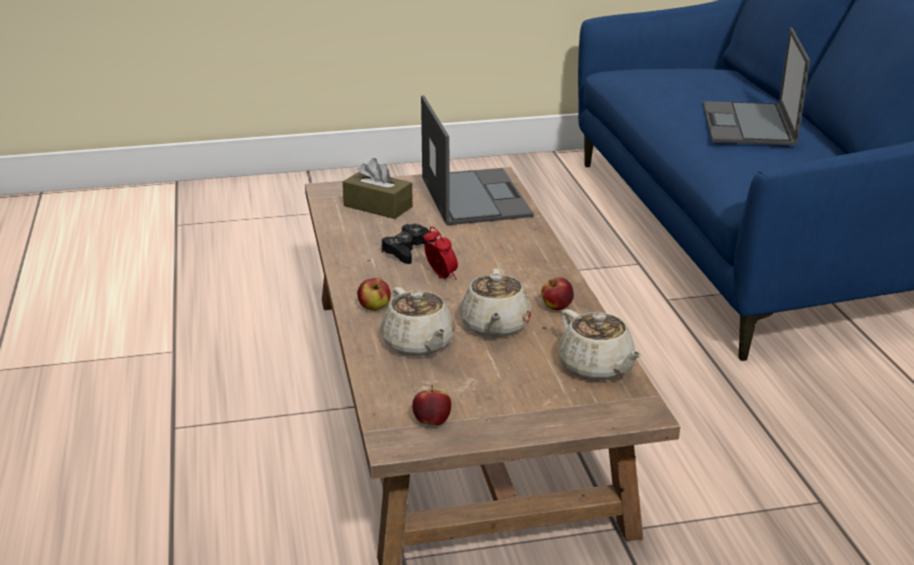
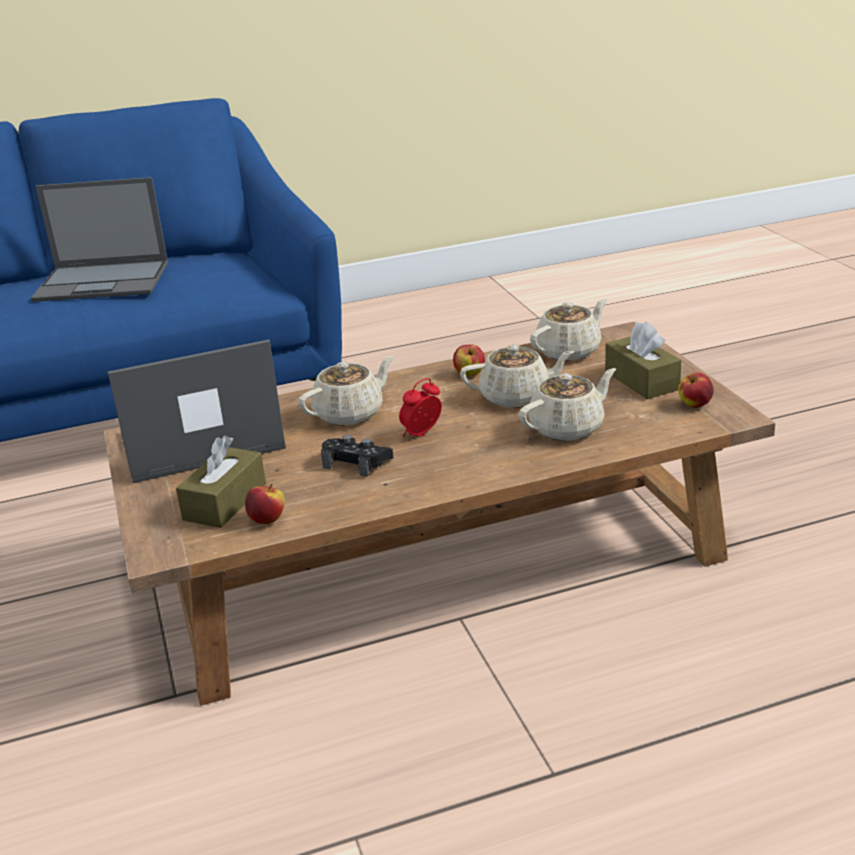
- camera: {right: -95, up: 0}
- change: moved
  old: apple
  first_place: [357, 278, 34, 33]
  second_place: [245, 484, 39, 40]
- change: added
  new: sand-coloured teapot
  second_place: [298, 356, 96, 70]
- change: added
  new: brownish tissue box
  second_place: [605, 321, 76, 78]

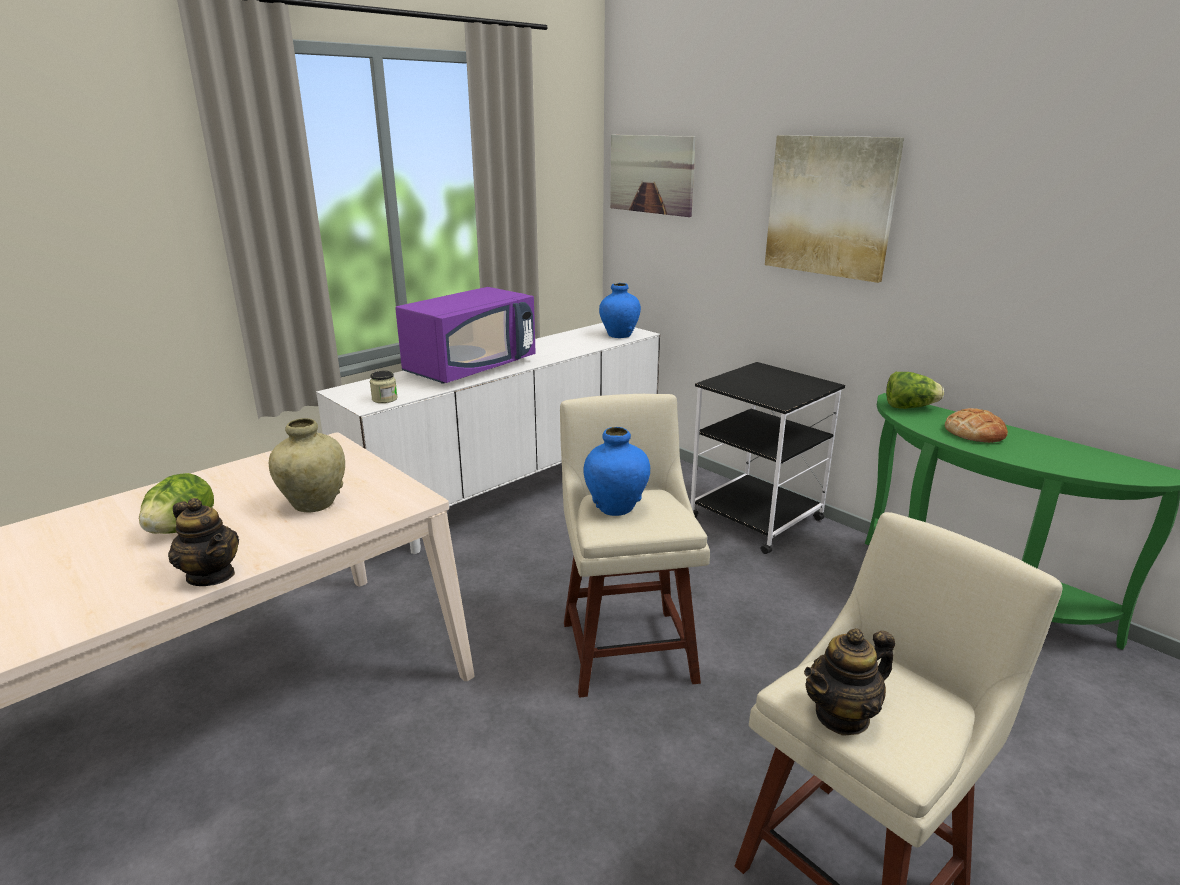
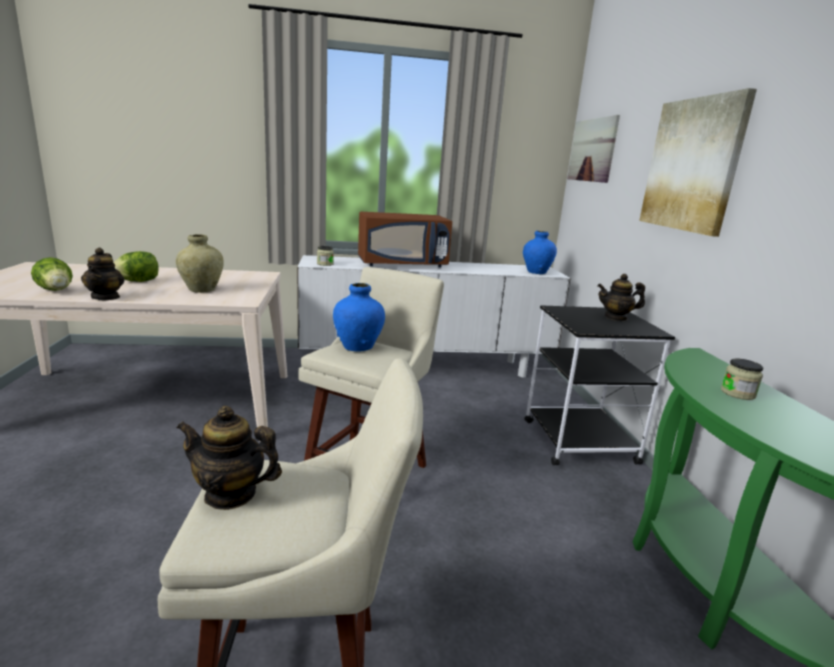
- camera: {right: 35, up: -5}
- change: recoloured
  old: purple kitchen microwave
  new: brownish kitchen microwave
  first_place: [395, 287, 141, 97]
  second_place: [358, 212, 94, 55]
- change: moved
  old: head of lettuce
  first_place: [886, 372, 58, 37]
  second_place: [31, 257, 42, 34]
- change: replaced
  old: baked bread
  new: jar
  first_place: [945, 408, 63, 35]
  second_place: [721, 358, 42, 42]
- change: added
  new: teapot
  second_place: [597, 274, 48, 47]

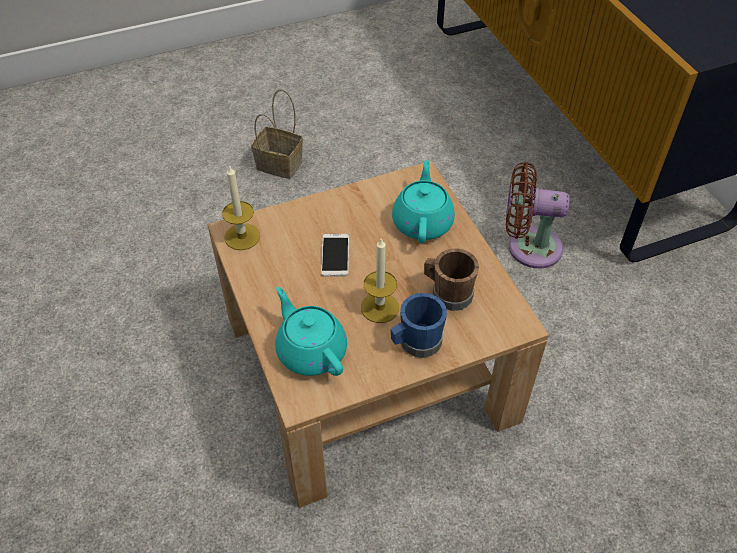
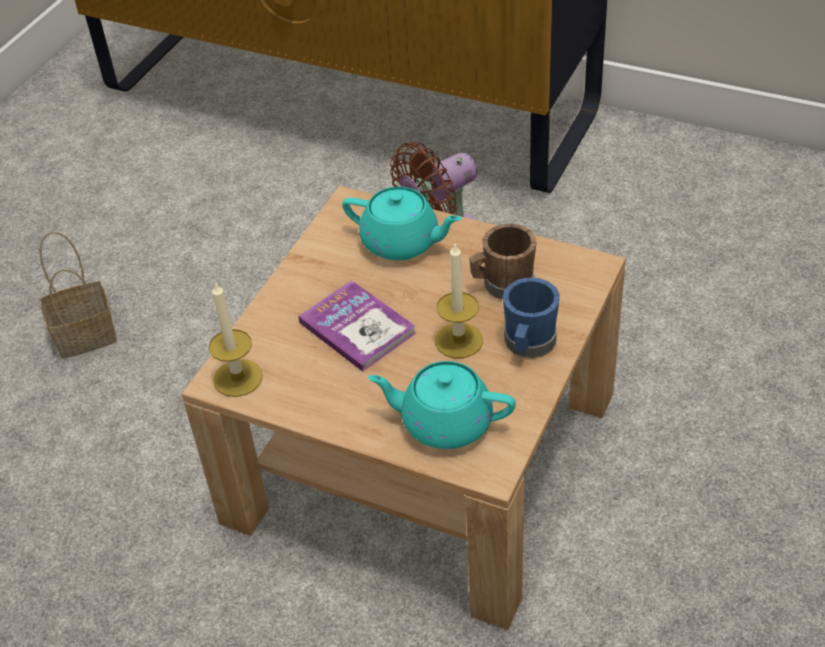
- camera: {right: -40, up: -5}
- change: replaced
  old: telephone
  new: volume
  first_place: [321, 234, 28, 43]
  second_place: [298, 280, 118, 92]
- change: turned
  old: turquoise-coloured teapot
  first_place: [392, 160, 63, 83]
  second_place: [342, 187, 120, 73]
  degrees: 150

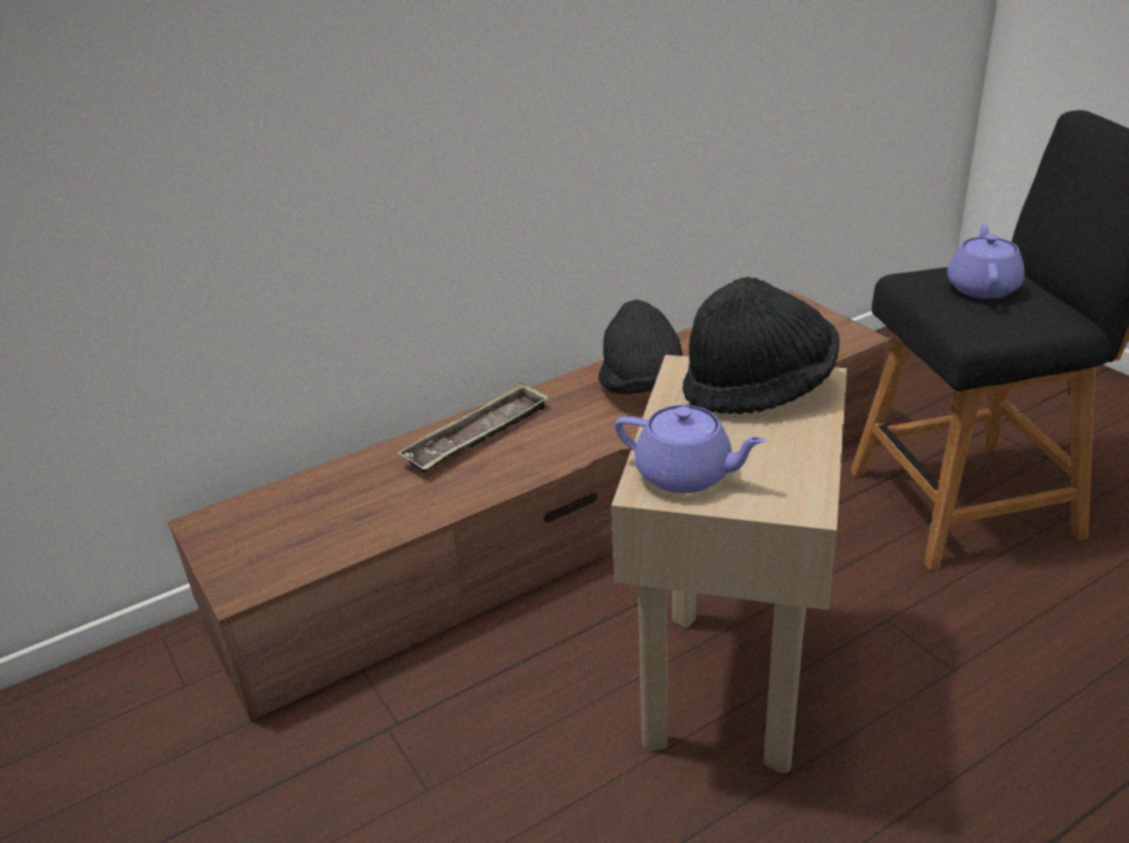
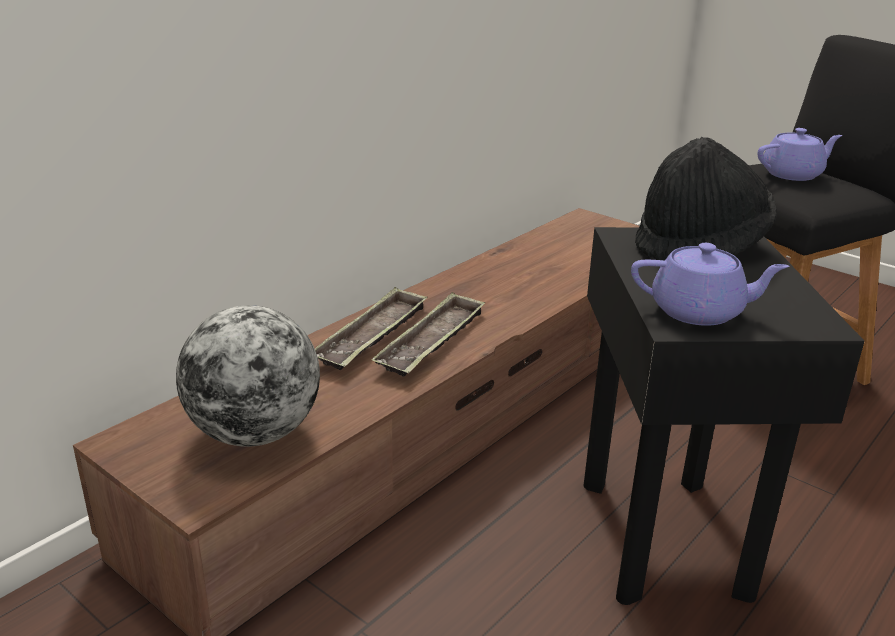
- camera: {right: -20, up: -5}
- change: removed
  old: blackish wearable hat
  first_place: [598, 300, 85, 94]
- change: recoloured
  old: sand-coloured side table
  new: blackish side table
  first_place: [611, 355, 236, 418]
  second_place: [584, 227, 281, 378]
- change: turned
  old: purple teapot
  first_place: [947, 223, 78, 76]
  second_place: [758, 128, 84, 53]
  degrees: 75
- change: added
  new: world globe
  second_place: [176, 305, 144, 142]
- change: added
  new: tray
  second_place: [371, 292, 114, 85]

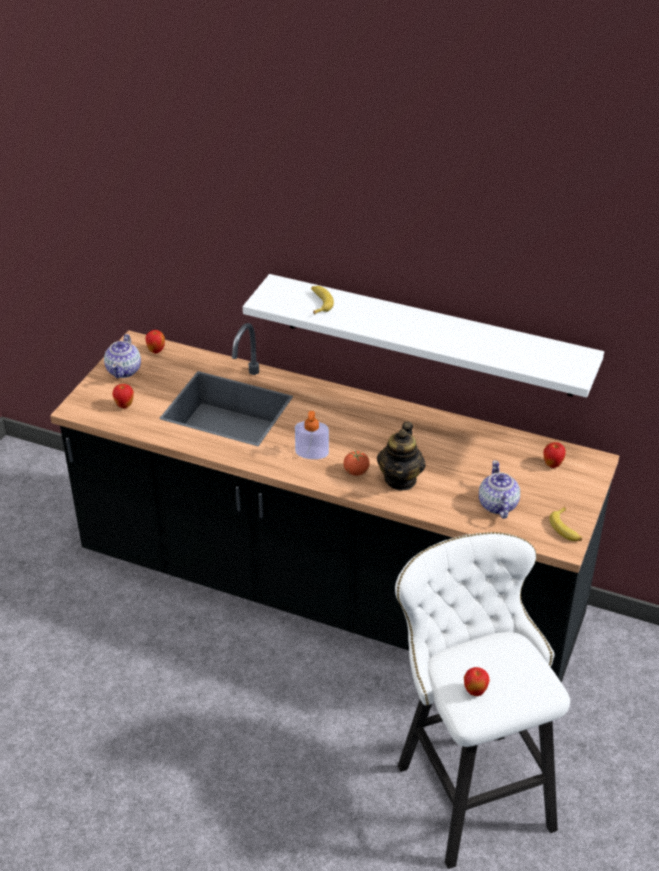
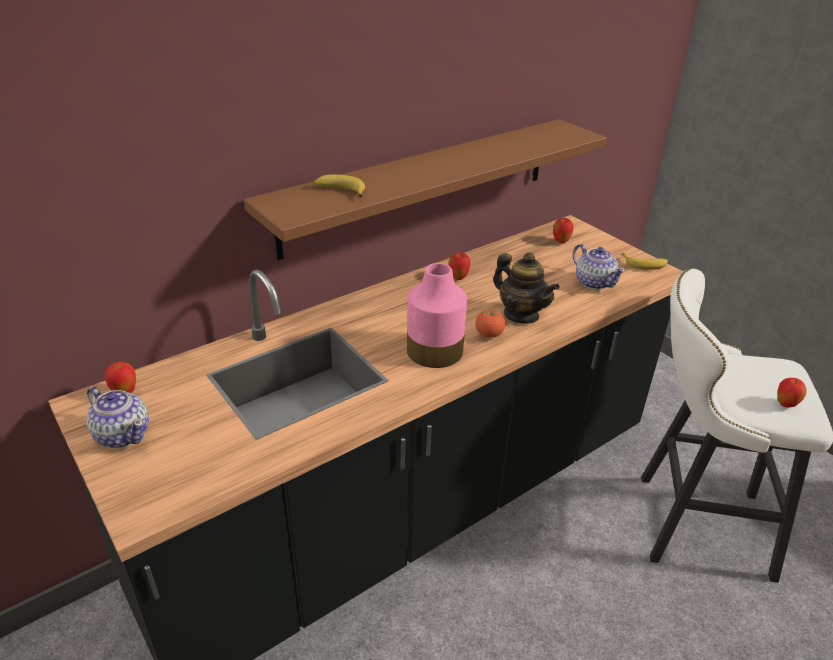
- camera: {right: -60, up: -5}
- change: moved
  old: apple
  first_place: [112, 384, 22, 24]
  second_place: [448, 252, 23, 28]
- change: recoloured
  old: whitish bracket shelf
  new: brownish bracket shelf
  first_place: [243, 274, 361, 124]
  second_place: [244, 119, 363, 141]
- change: replaced
  old: soap dispenser
  new: pink flower vase
  first_place: [295, 411, 34, 48]
  second_place: [407, 263, 60, 105]
- change: turned
  old: teapot
  first_place: [479, 460, 41, 59]
  second_place: [573, 244, 53, 46]
  degrees: -150

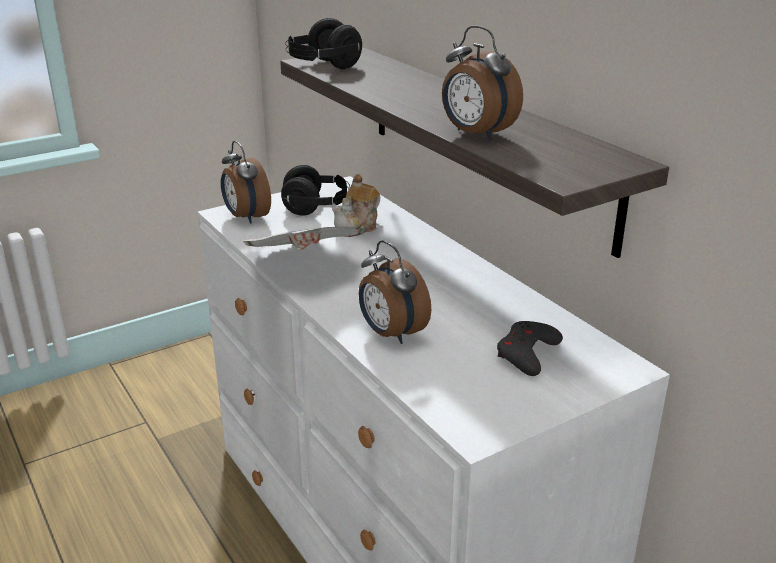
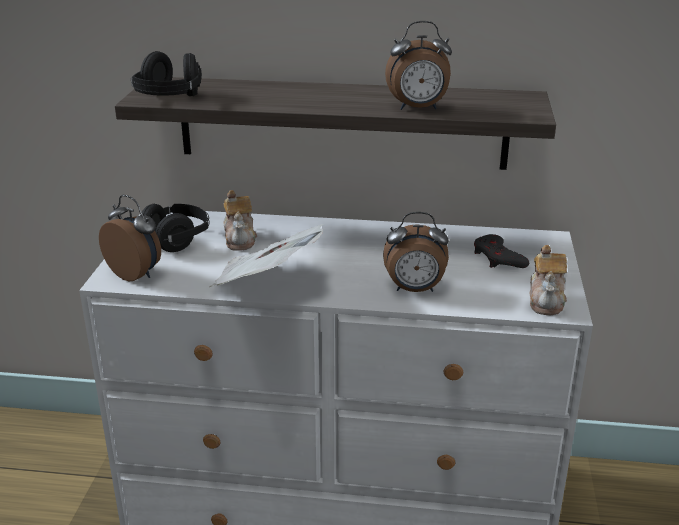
- camera: {right: -50, up: 0}
- change: turned
  old: table clock
  first_place: [221, 141, 50, 83]
  second_place: [99, 195, 62, 86]
  degrees: -150
- change: added
  new: teapot
  second_place: [530, 245, 37, 70]

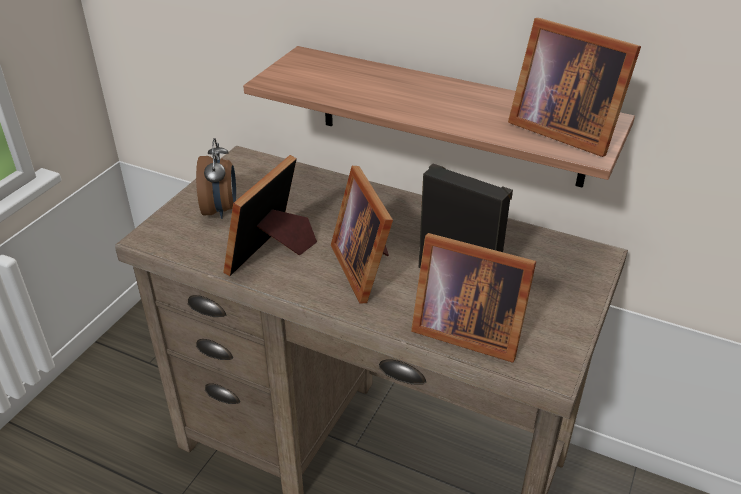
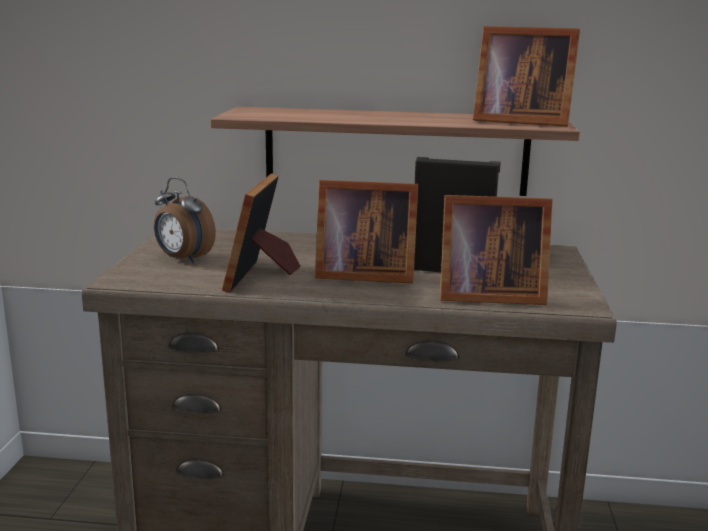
- camera: {right: -20, up: -20}
- change: turned
  old: table clock
  first_place: [196, 138, 40, 81]
  second_place: [154, 177, 62, 86]
  degrees: 150
- change: turned
  old: photo frame
  first_place: [331, 166, 62, 137]
  second_place: [315, 180, 103, 104]
  degrees: -45

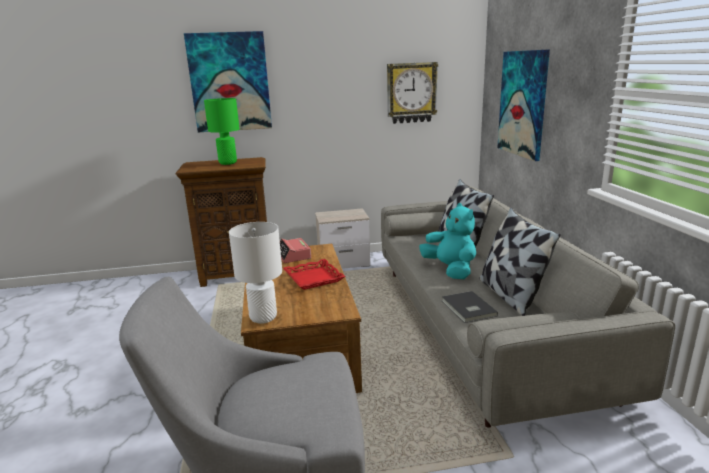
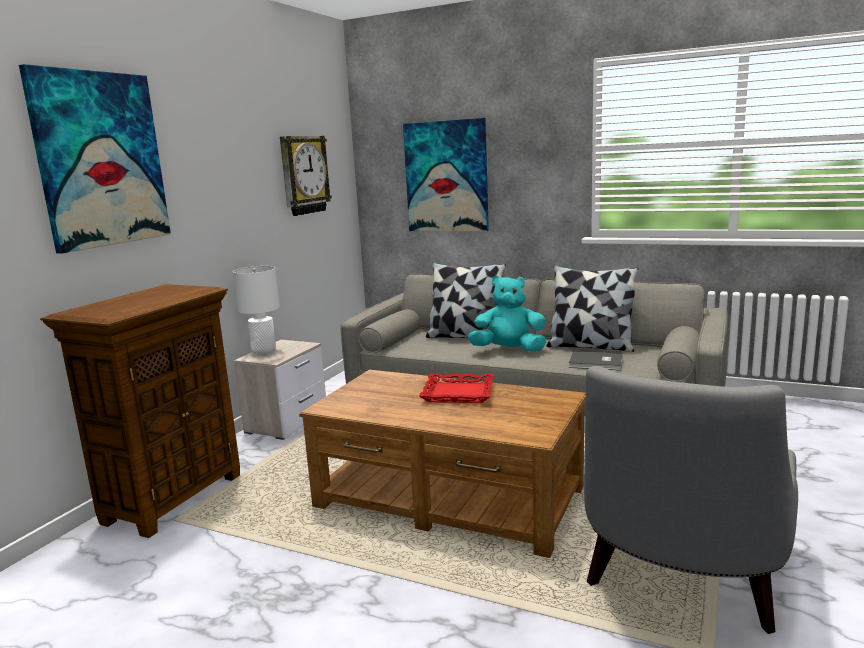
- camera: {right: -55, up: -5}
- change: removed
  old: greenish table lamp
  first_place: [204, 98, 36, 67]
- change: moved
  old: whitish table lamp
  first_place: [229, 222, 53, 102]
  second_place: [233, 266, 47, 88]
- change: removed
  old: table clock
  first_place: [280, 238, 31, 25]

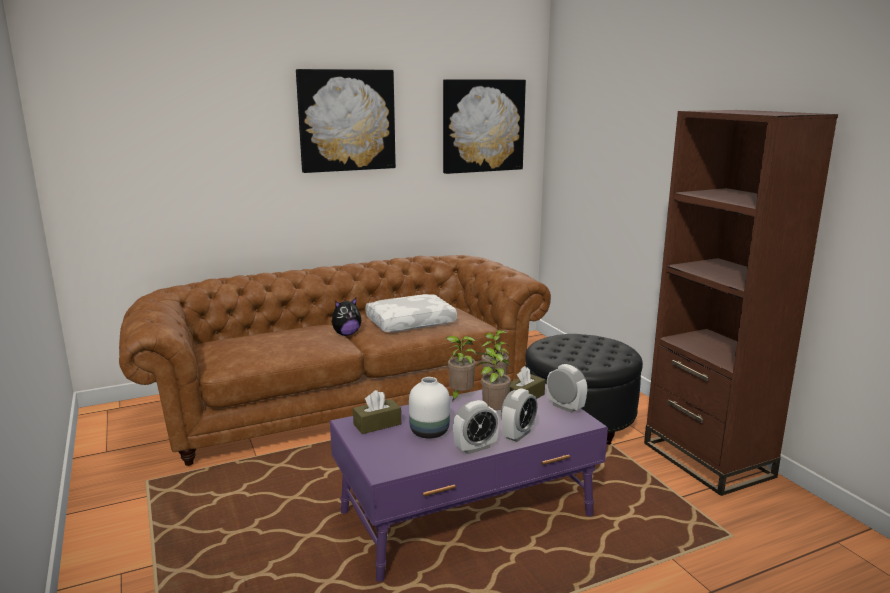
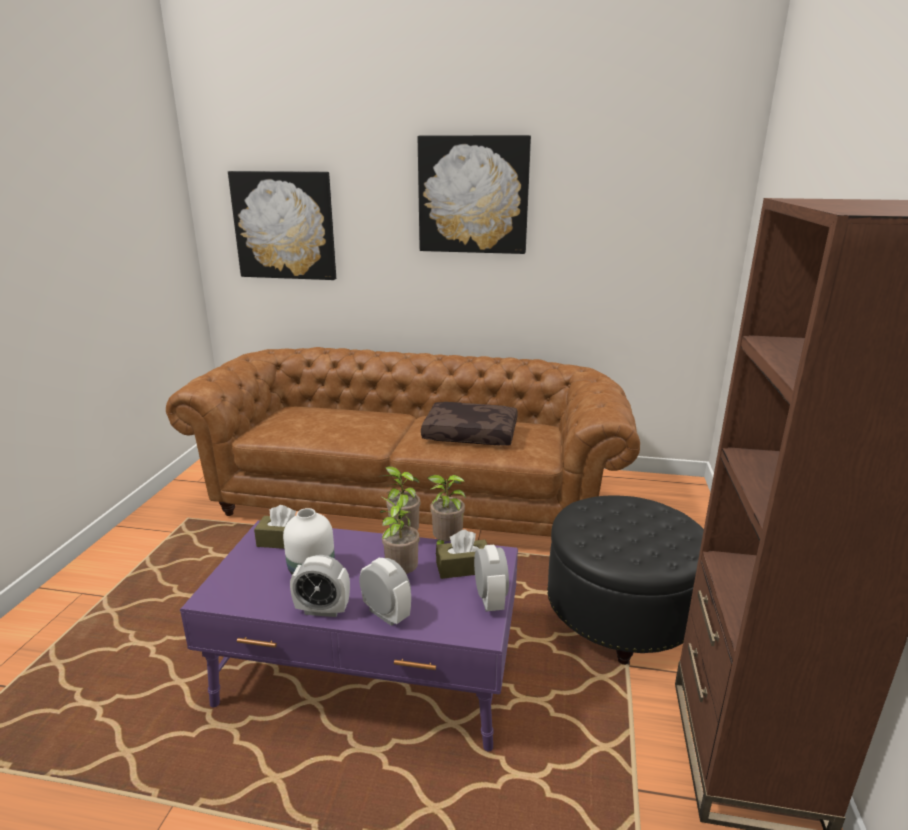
- camera: {right: 35, up: 5}
- change: removed
  old: plush toy
  first_place: [332, 298, 29, 38]
- change: recoloured
  old: whitish throw pillow
  new: brownish throw pillow
  first_place: [365, 294, 92, 38]
  second_place: [421, 402, 97, 44]
- change: moved
  old: wall picture
  first_place: [443, 79, 83, 95]
  second_place: [228, 171, 108, 109]
- change: turned
  old: table clock
  first_place: [501, 388, 36, 54]
  second_place: [359, 558, 52, 68]
  degrees: -120

